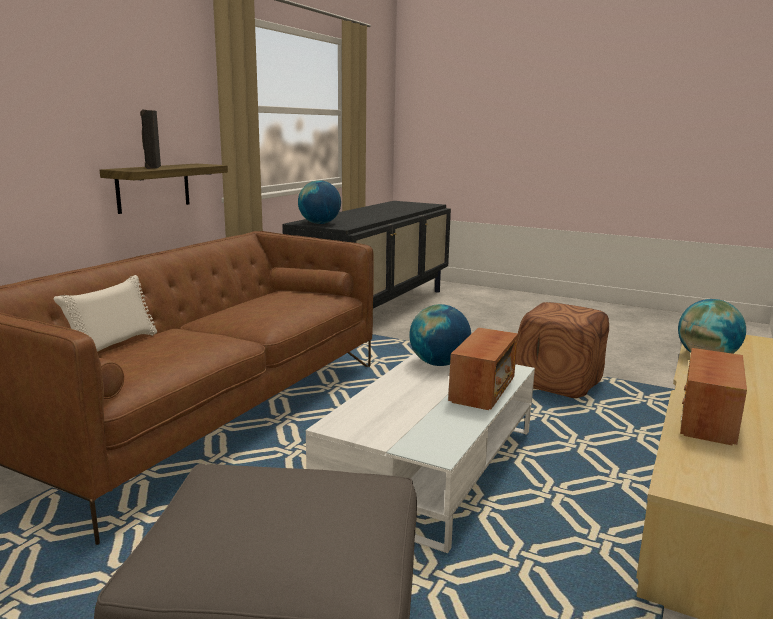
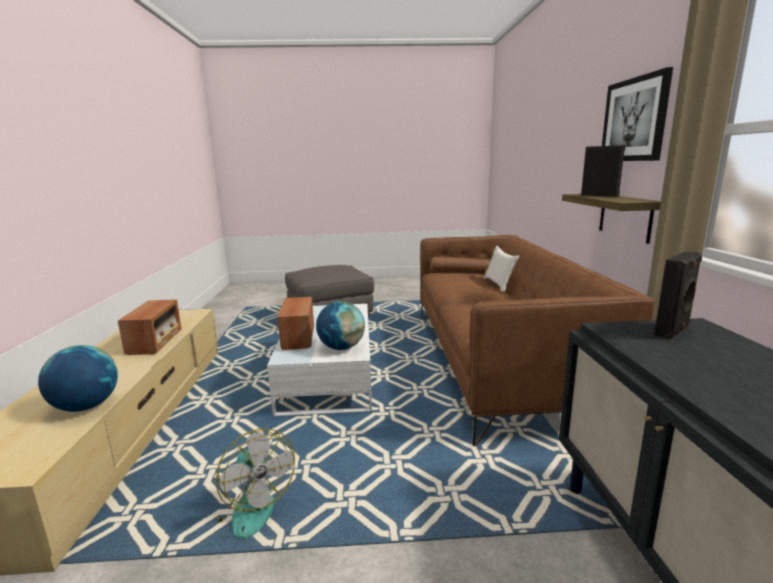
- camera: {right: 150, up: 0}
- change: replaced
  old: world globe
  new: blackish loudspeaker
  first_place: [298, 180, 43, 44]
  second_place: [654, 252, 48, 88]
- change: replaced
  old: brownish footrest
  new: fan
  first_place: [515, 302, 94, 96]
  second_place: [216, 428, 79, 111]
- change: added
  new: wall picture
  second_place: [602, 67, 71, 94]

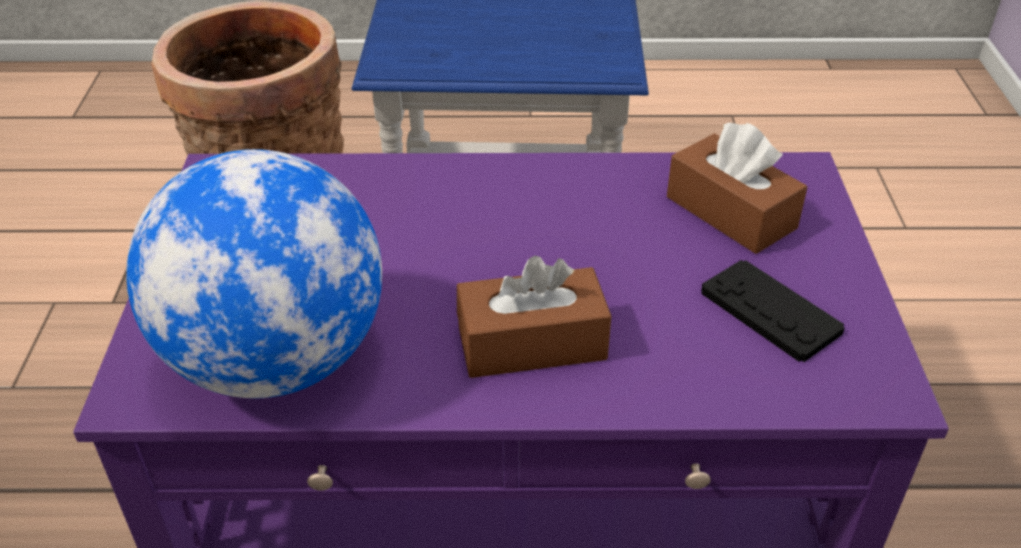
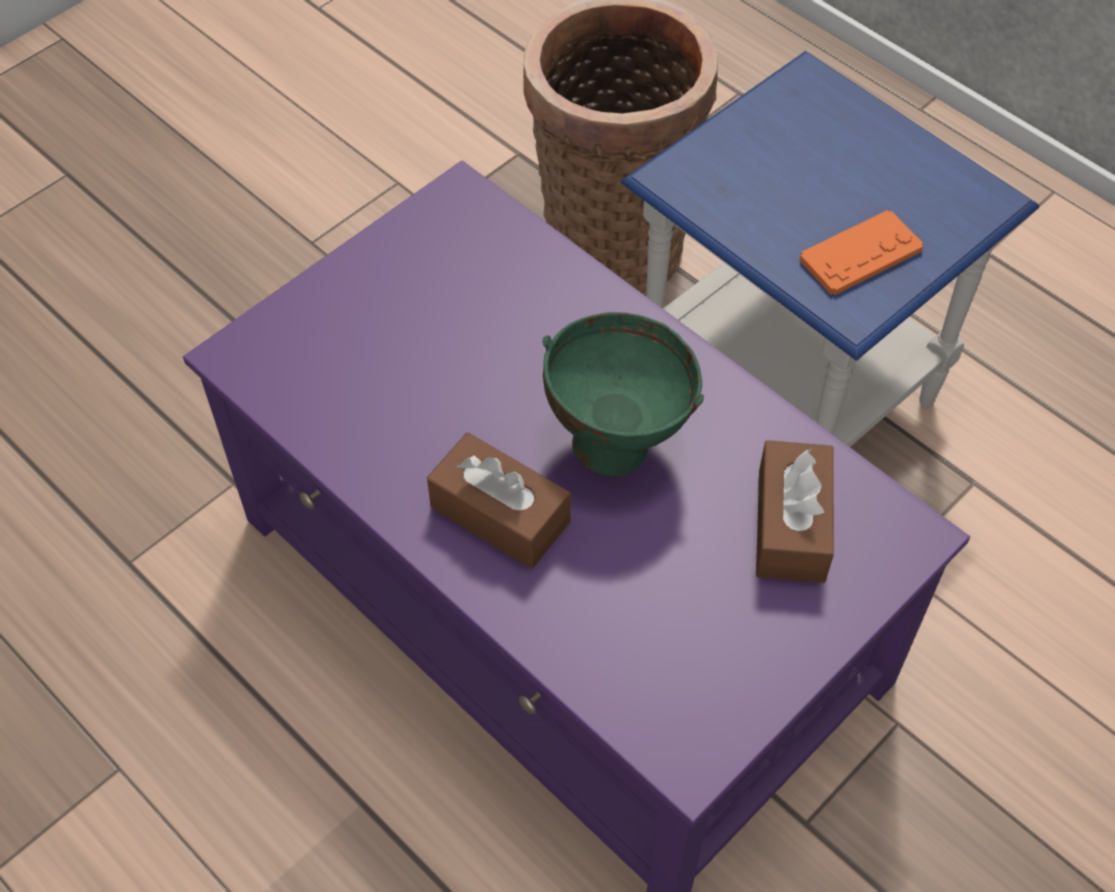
- camera: {right: 45, up: 15}
- change: removed
  old: world globe
  first_place: [126, 149, 256, 249]
- change: removed
  old: blackish gamepad
  first_place: [701, 260, 144, 102]
- change: added
  new: greenish deep dish
  second_place: [543, 312, 161, 165]
- change: added
  new: orangey gamepad
  second_place: [799, 210, 125, 85]

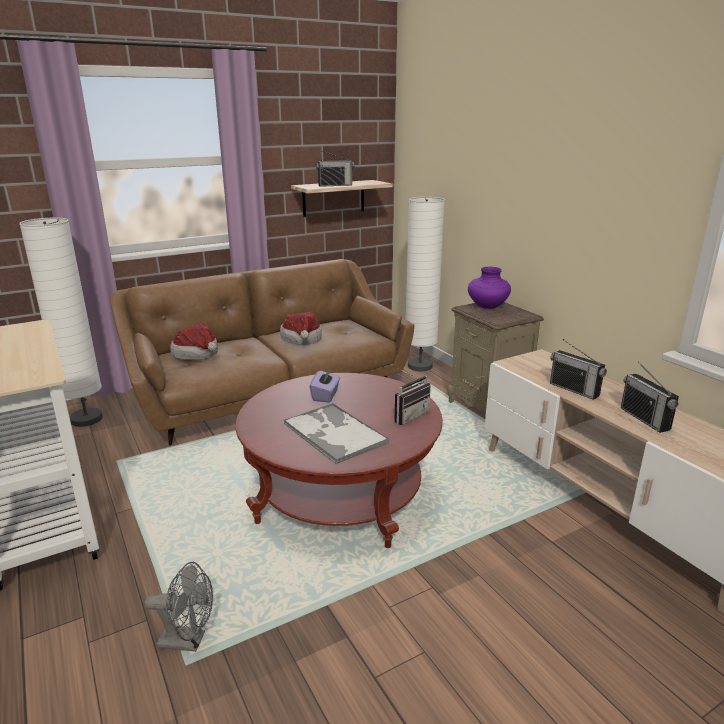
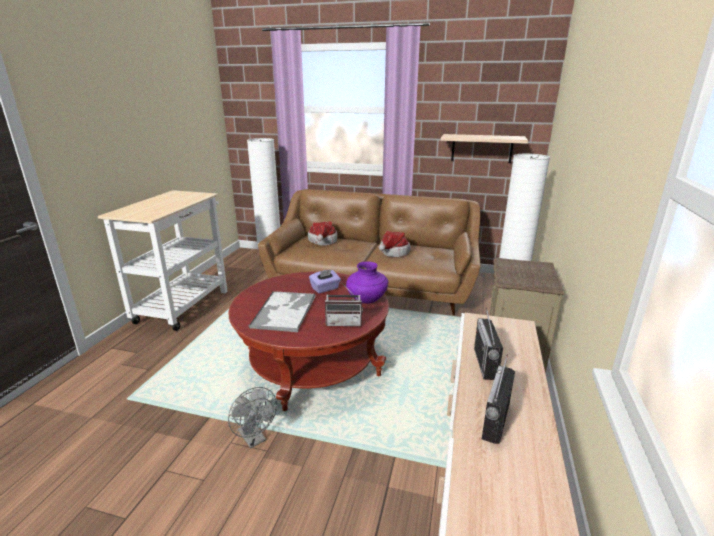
- camera: {right: 45, up: 0}
- change: moved
  old: greyish fan
  first_place: [145, 562, 68, 90]
  second_place: [228, 387, 49, 61]
- change: removed
  old: radio set
  first_place: [315, 150, 39, 37]
- change: moved
  old: purple flower vase
  first_place: [468, 267, 43, 42]
  second_place: [346, 262, 43, 42]

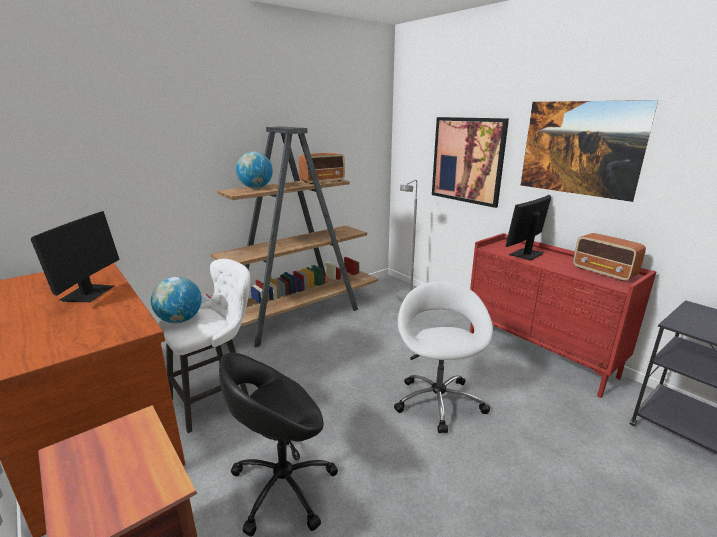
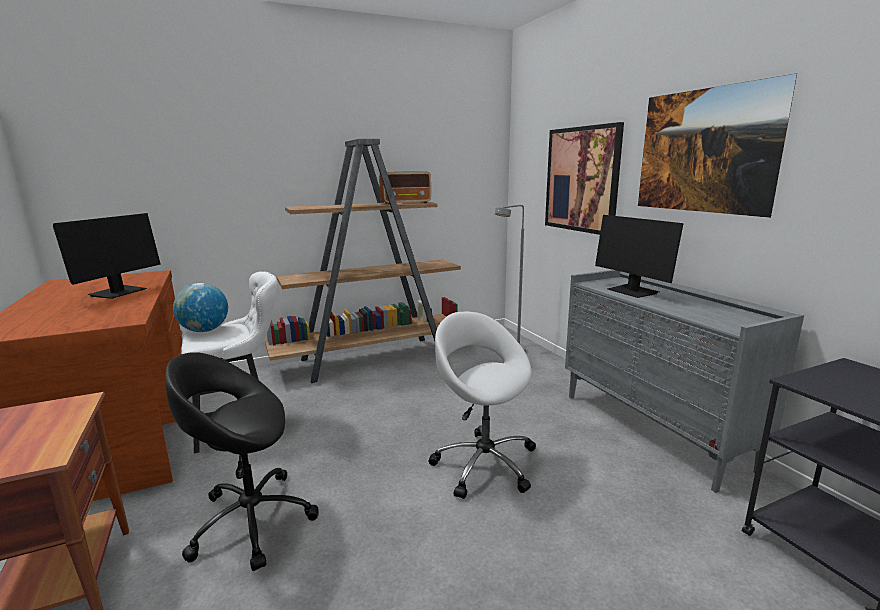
- camera: {right: 15, up: -5}
- change: removed
  old: world globe
  first_place: [236, 152, 37, 36]
- change: turned
  old: whitish desk chair
  first_place: [394, 281, 99, 152]
  second_place: [428, 312, 108, 187]
  degrees: -60
- change: recoloured
  old: reddish cupboard
  new: greyish cupboard
  first_place: [470, 233, 187, 165]
  second_place: [565, 270, 239, 223]
- change: turned
  old: computer screen
  first_place: [505, 195, 46, 66]
  second_place: [595, 215, 89, 83]
  degrees: -90
- change: removed
  old: radio set
  first_place: [573, 233, 73, 49]

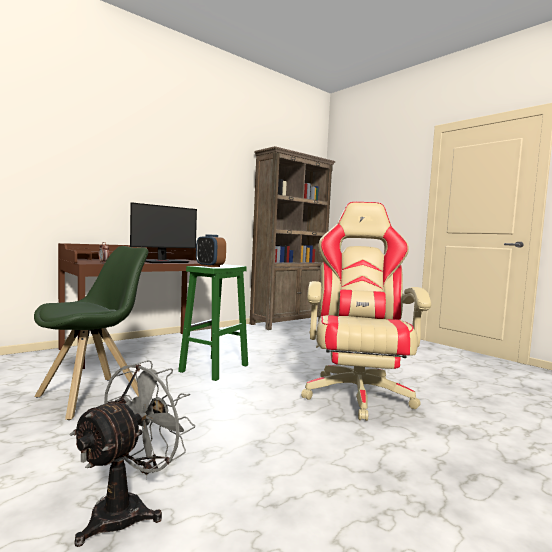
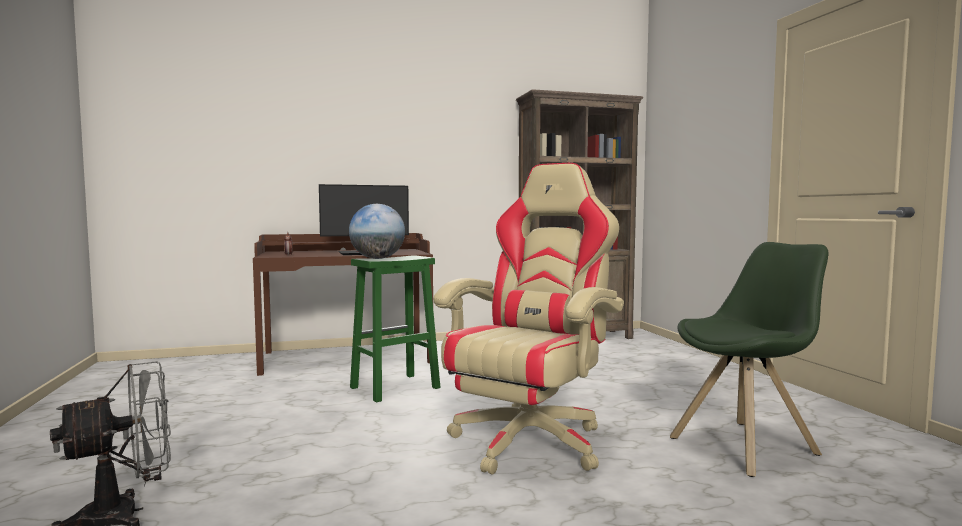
- camera: {right: 25, up: 0}
- change: moved
  old: greenish upright chair
  first_place: [34, 246, 115, 174]
  second_place: [670, 242, 158, 235]
- change: replaced
  old: table clock
  new: world globe
  first_place: [196, 234, 30, 33]
  second_place: [349, 204, 56, 55]

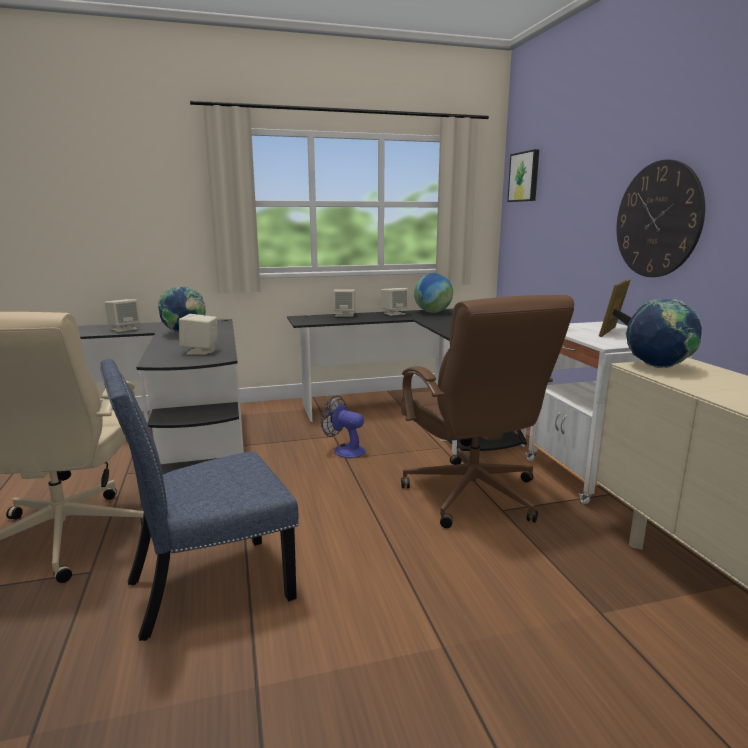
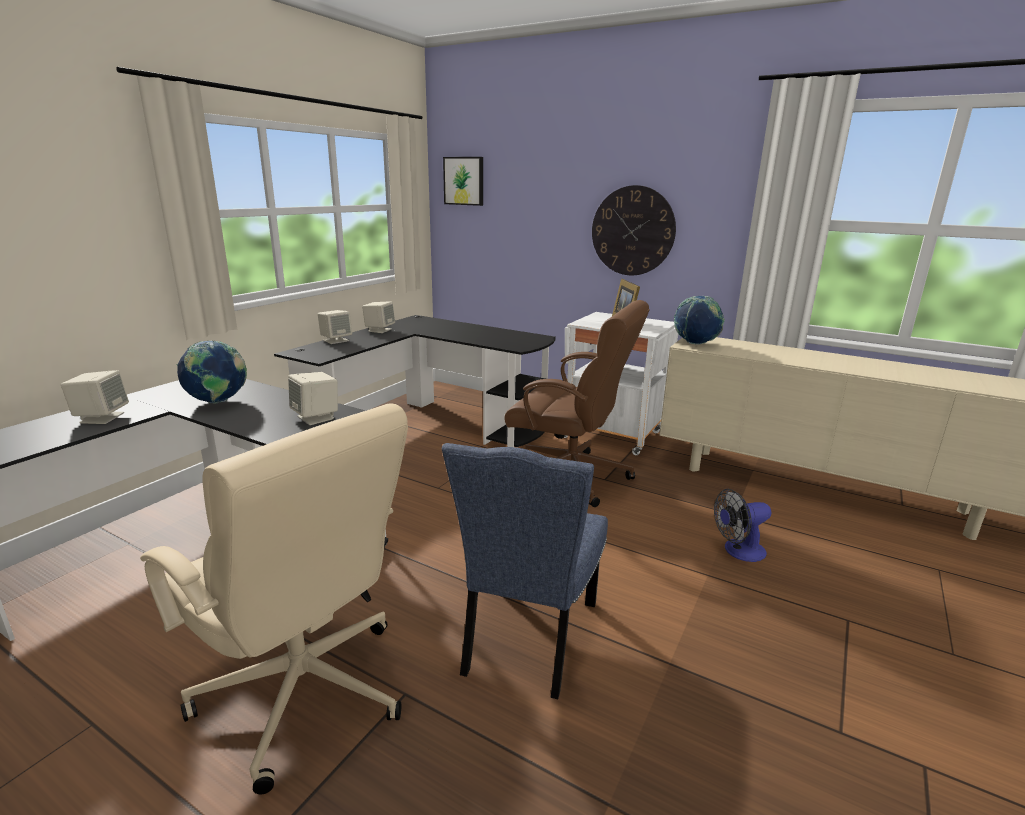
- camera: {right: -45, up: 5}
- change: moved
  old: fan
  first_place: [321, 396, 45, 62]
  second_place: [714, 489, 58, 73]
- change: removed
  old: world globe
  first_place: [414, 273, 39, 40]

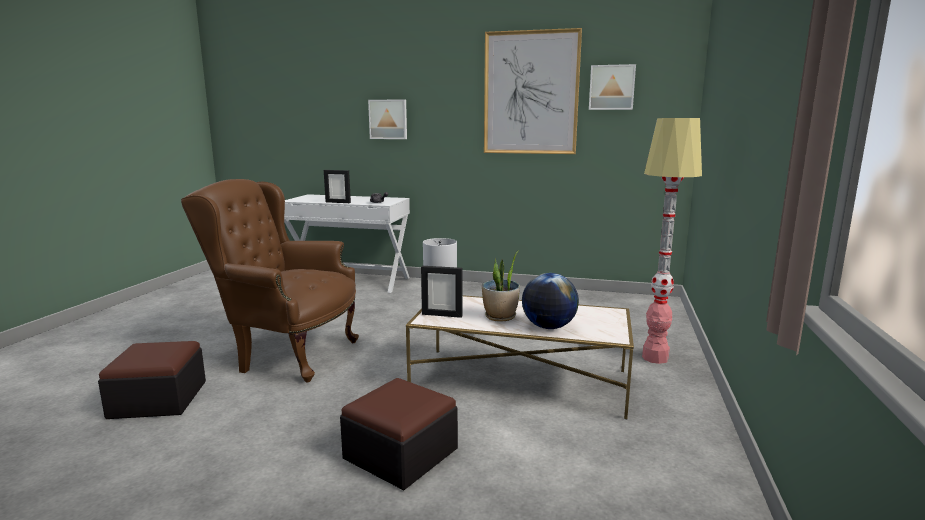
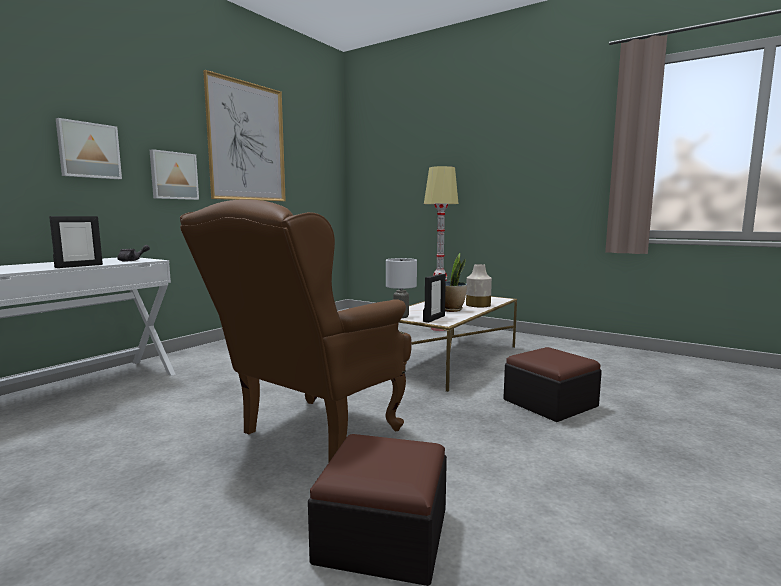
- camera: {right: -70, up: -5}
- change: replaced
  old: world globe
  new: sand-coloured flower vase
  first_place: [522, 273, 57, 56]
  second_place: [466, 264, 26, 43]
- change: moved
  old: wall picture
  first_place: [589, 64, 47, 46]
  second_place: [150, 149, 49, 51]

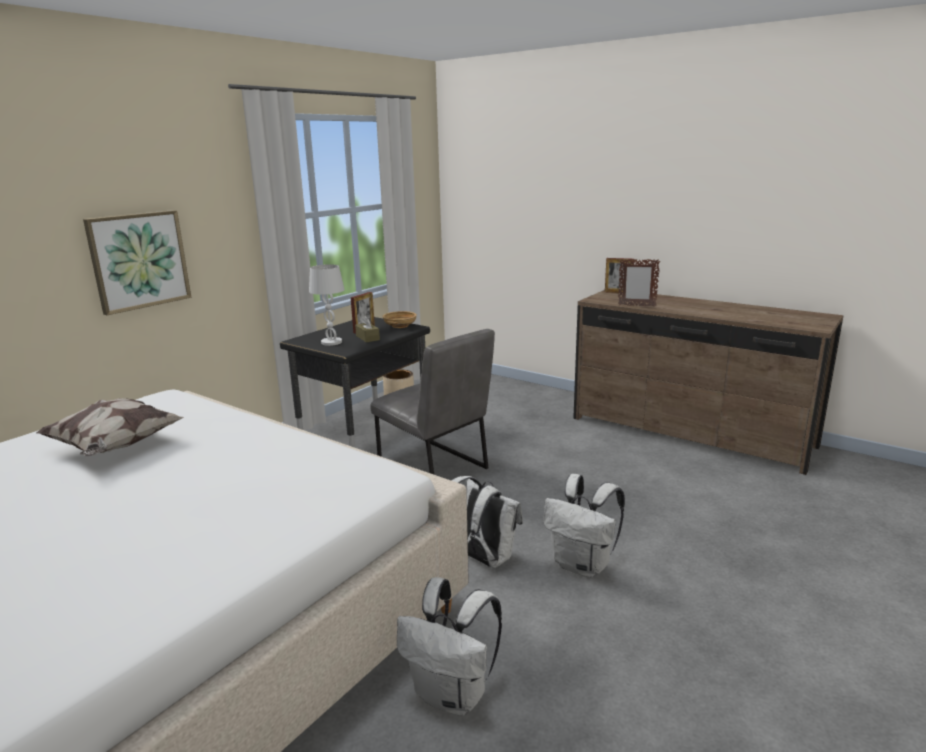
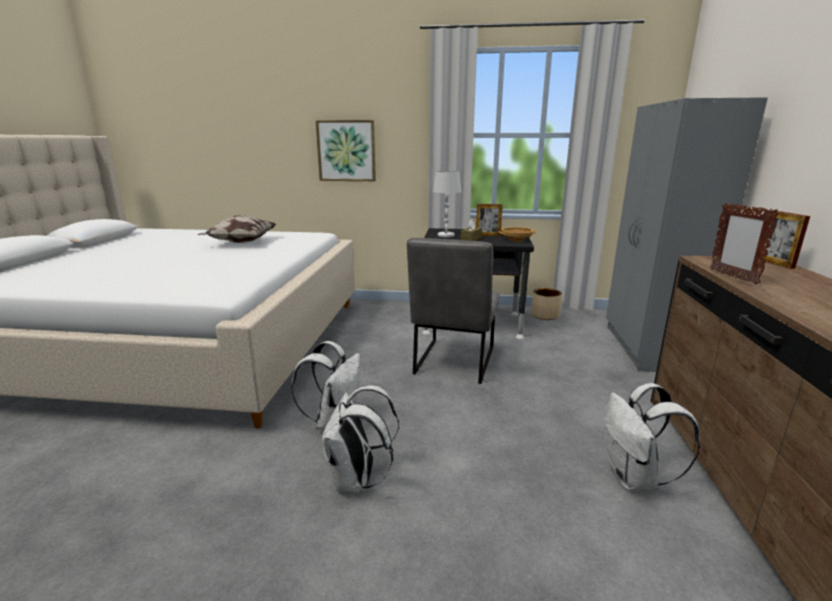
- camera: {right: 60, up: 0}
- change: moved
  old: whitish knapsack
  first_place: [397, 577, 105, 139]
  second_place: [604, 383, 96, 108]
- change: added
  new: greyish clothes cupboard
  second_place: [606, 97, 162, 275]

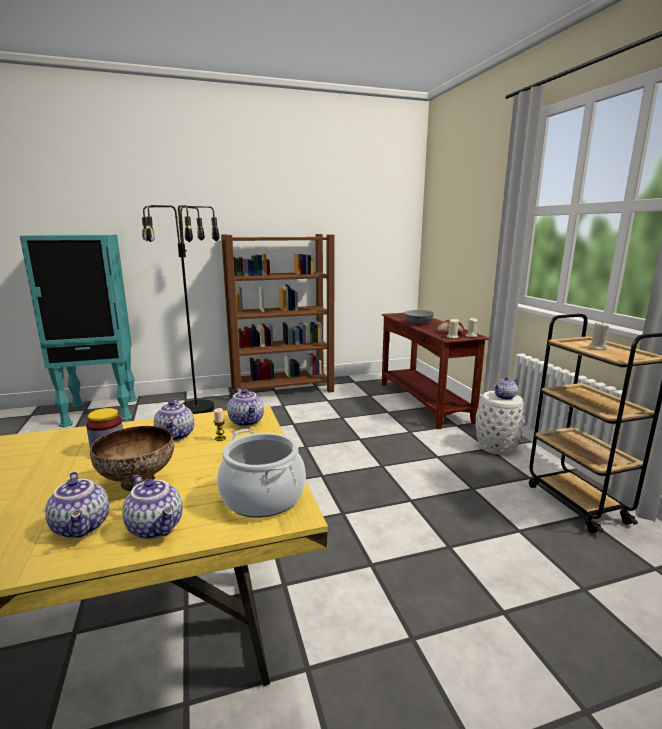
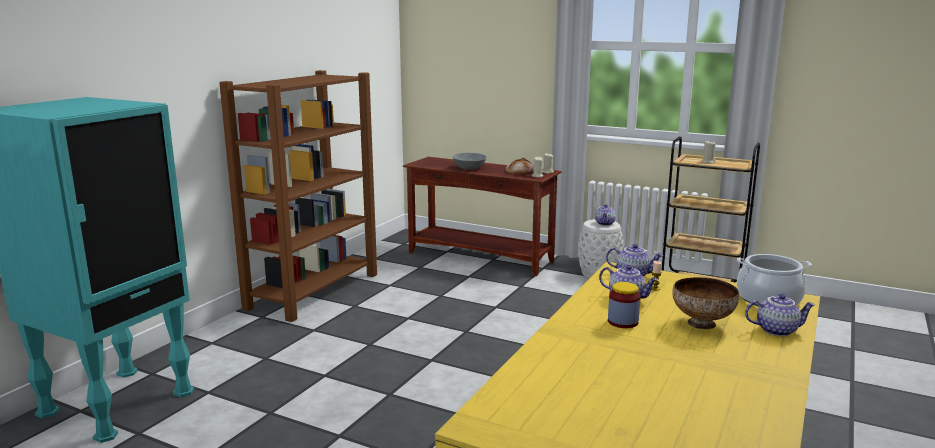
- camera: {right: -45, up: 0}
- change: removed
  old: teapot
  first_place: [45, 472, 64, 66]
- change: removed
  old: standard lamp
  first_place: [142, 205, 77, 209]

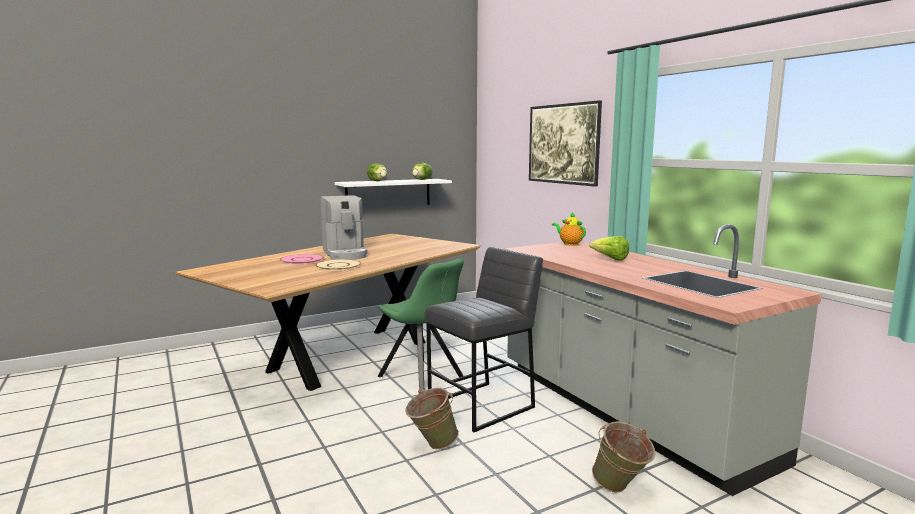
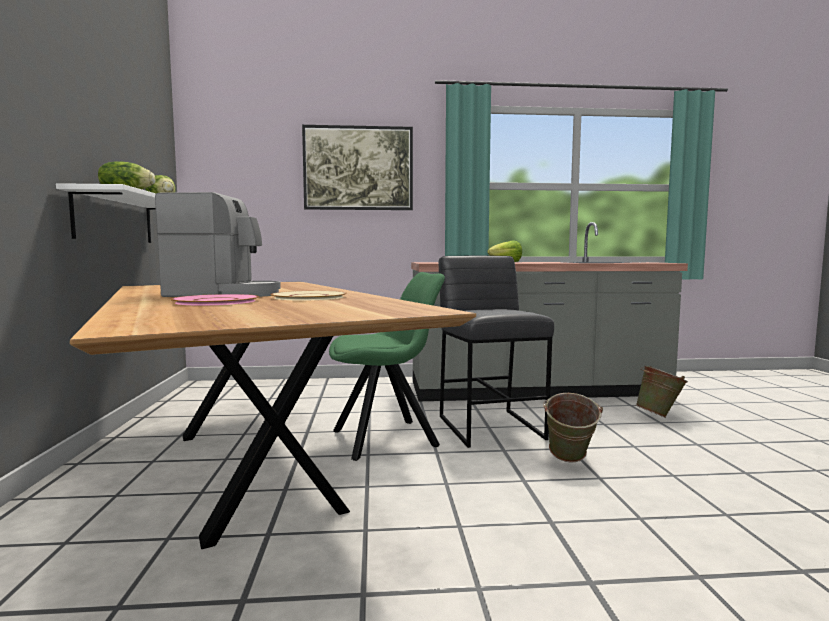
- camera: {right: -65, up: -5}
- change: removed
  old: teapot
  first_place: [552, 212, 34, 34]

